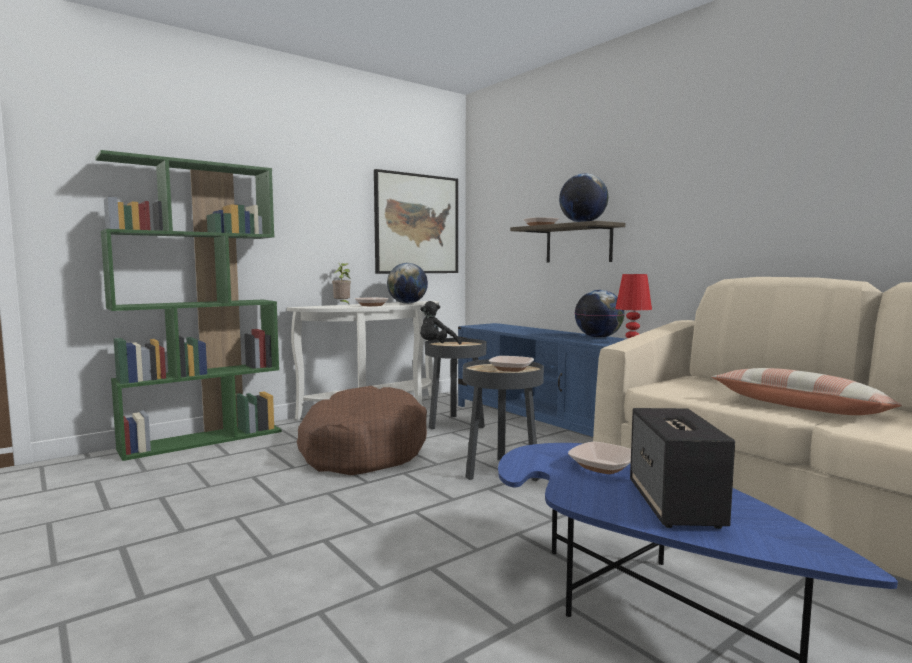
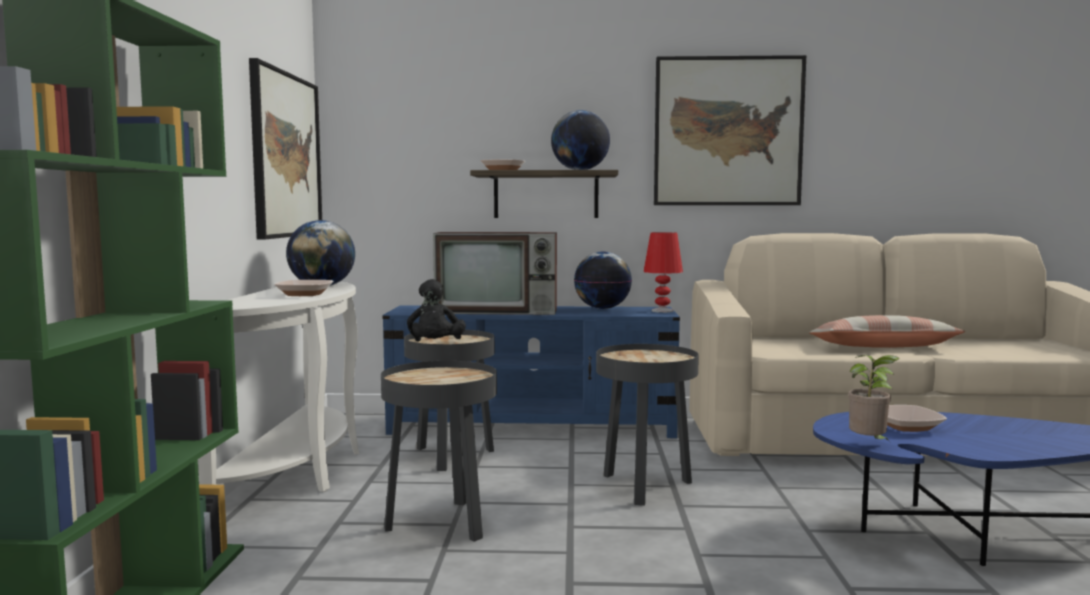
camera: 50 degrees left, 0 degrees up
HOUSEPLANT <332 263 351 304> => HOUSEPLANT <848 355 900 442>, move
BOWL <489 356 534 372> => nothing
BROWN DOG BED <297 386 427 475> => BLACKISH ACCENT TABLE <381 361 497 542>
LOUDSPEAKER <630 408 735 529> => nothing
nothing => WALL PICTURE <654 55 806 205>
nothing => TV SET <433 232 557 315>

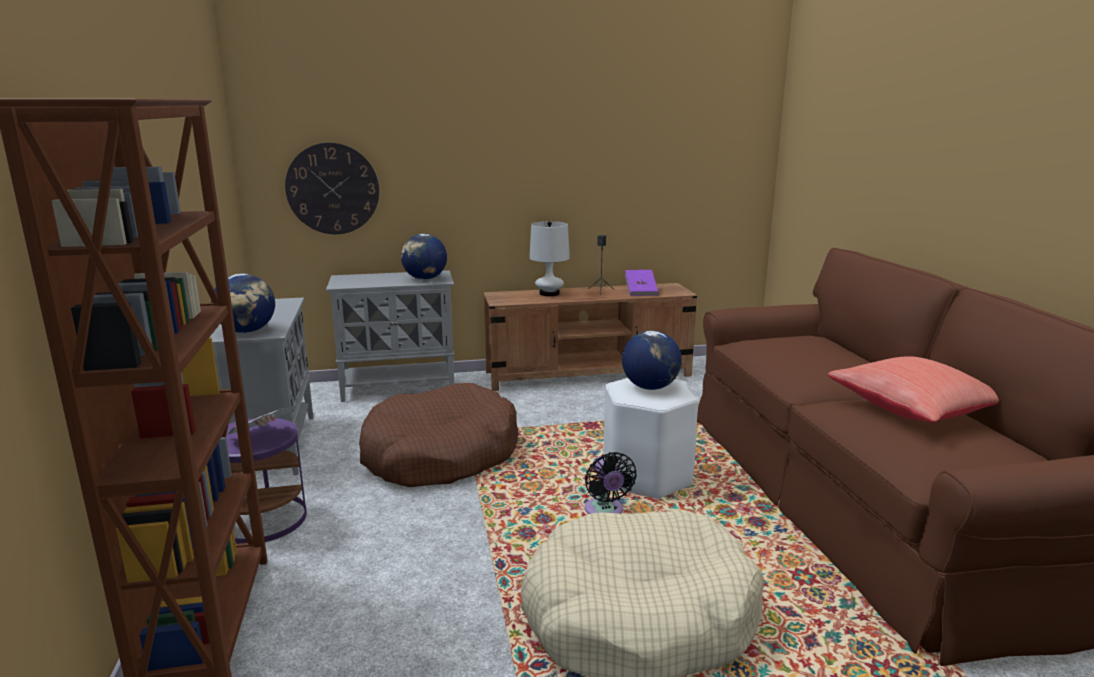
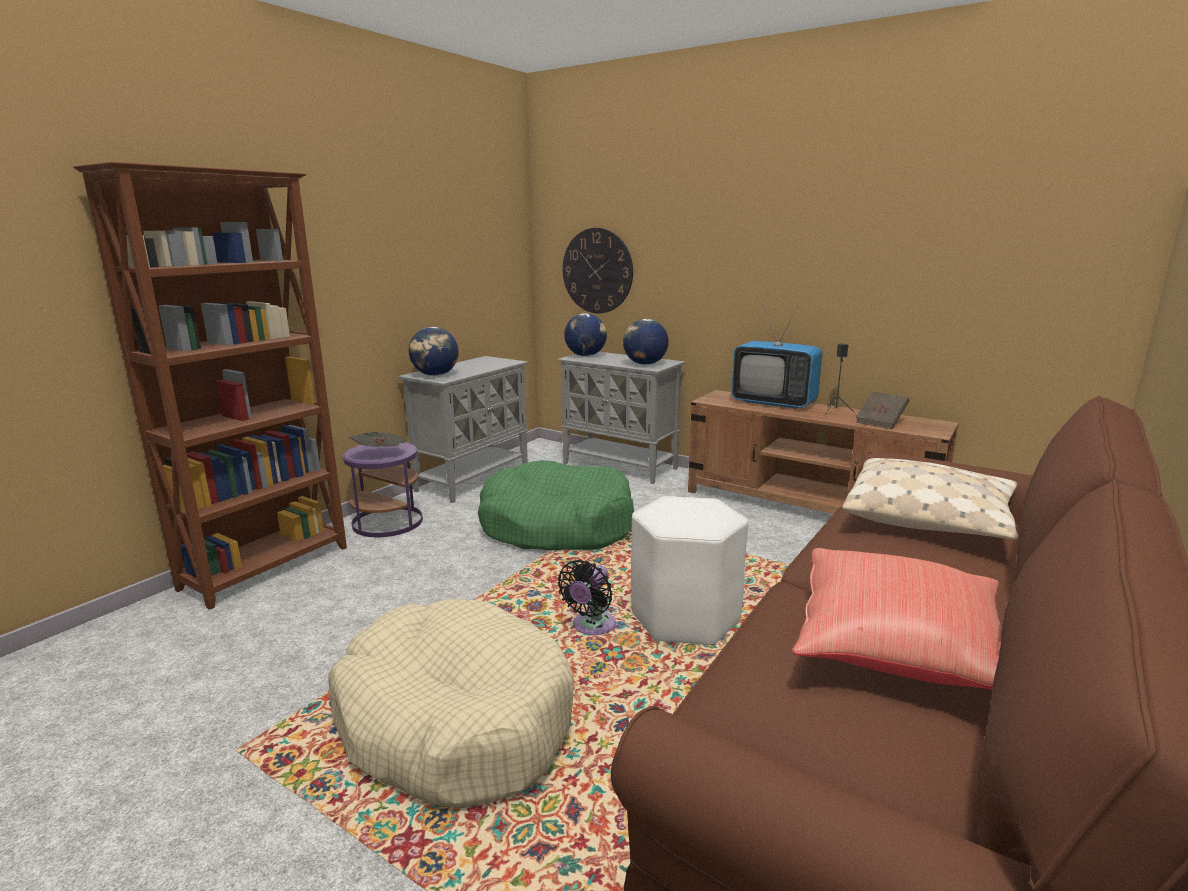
camera: 45 degrees right, 0 degrees up
WHITISH TABLETOP LAMP <529 221 570 296> => TV SET <731 304 822 409>
PURPLE BOOK <625 270 659 296> => BROWN BOOK <856 392 909 429>
DESK GLOBE <622 331 682 390> => DESK GLOBE <564 313 607 356>, move
BROWN DOG BED <359 383 519 487> => GREEN DOG BED <478 460 634 551>
nothing => BEIGE PILLOW <842 458 1018 540>

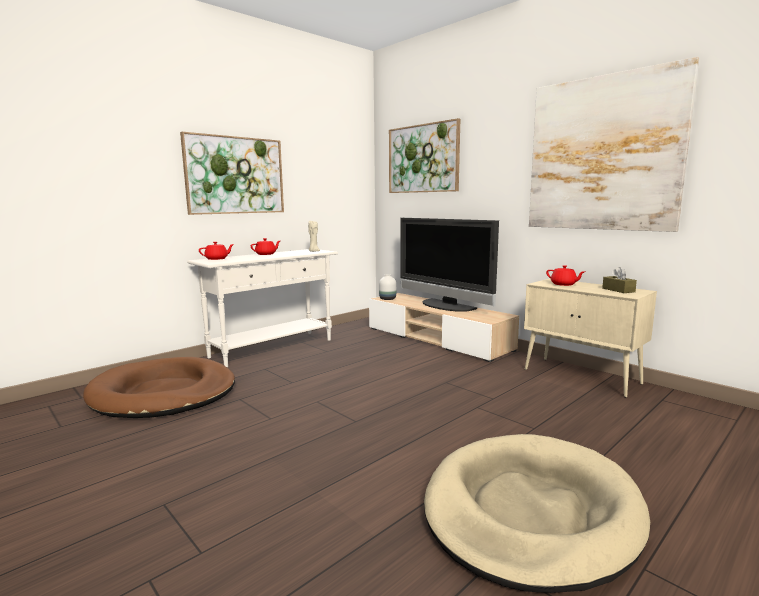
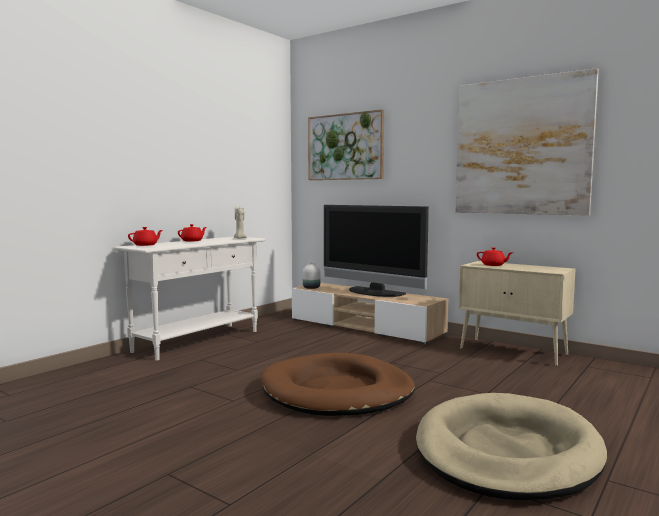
camera: 10 degrees left, 5 degrees down
WALL PICTURE <180 132 284 215> => nothing
BROWN BOX OF TISSUES <602 267 637 293> => nothing
BROWN DOG BED <83 357 235 418> => BROWN DOG BED <261 353 415 416>, move

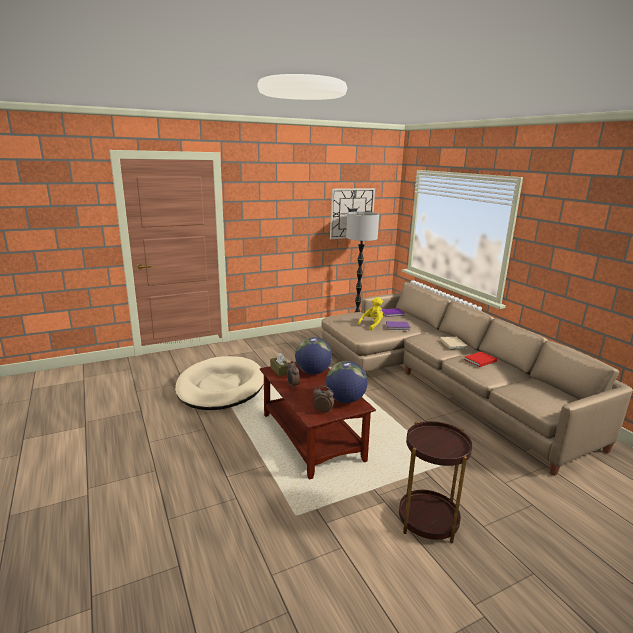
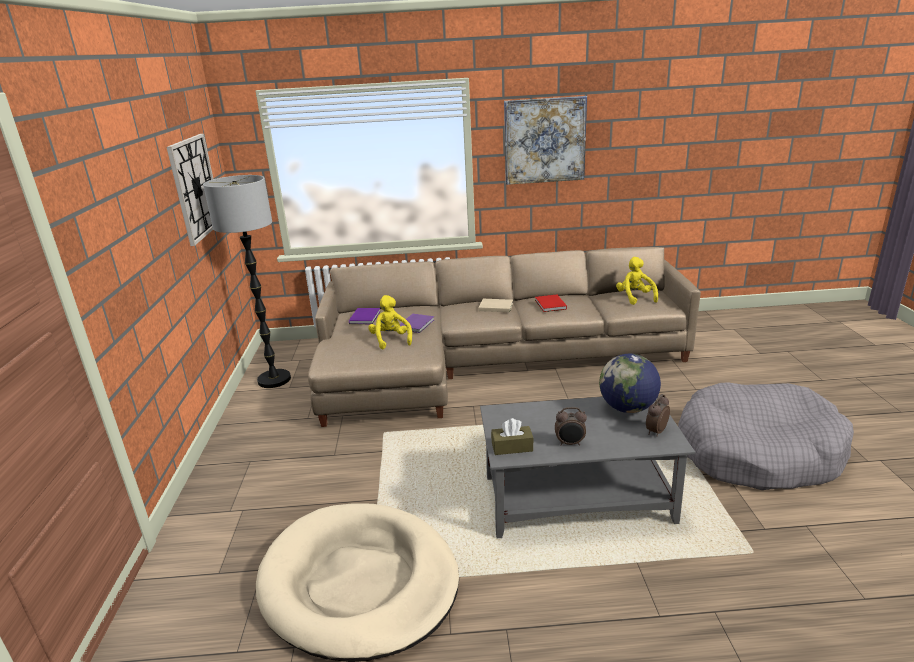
camera: 65 degrees left, 5 degrees up
DESK GLOBE <295 337 332 374> => nothing
BROWN LOUNGE TABLE <260 362 376 480> => GREY LOUNGE TABLE <480 397 695 538>
BROWN ACCENT TABLE <399 421 473 544> => GREY DOG BED <678 382 854 490>
nothing => WALL PICTURE <504 96 587 185>
nothing => YELLOW SOFT TOY <616 257 658 305>

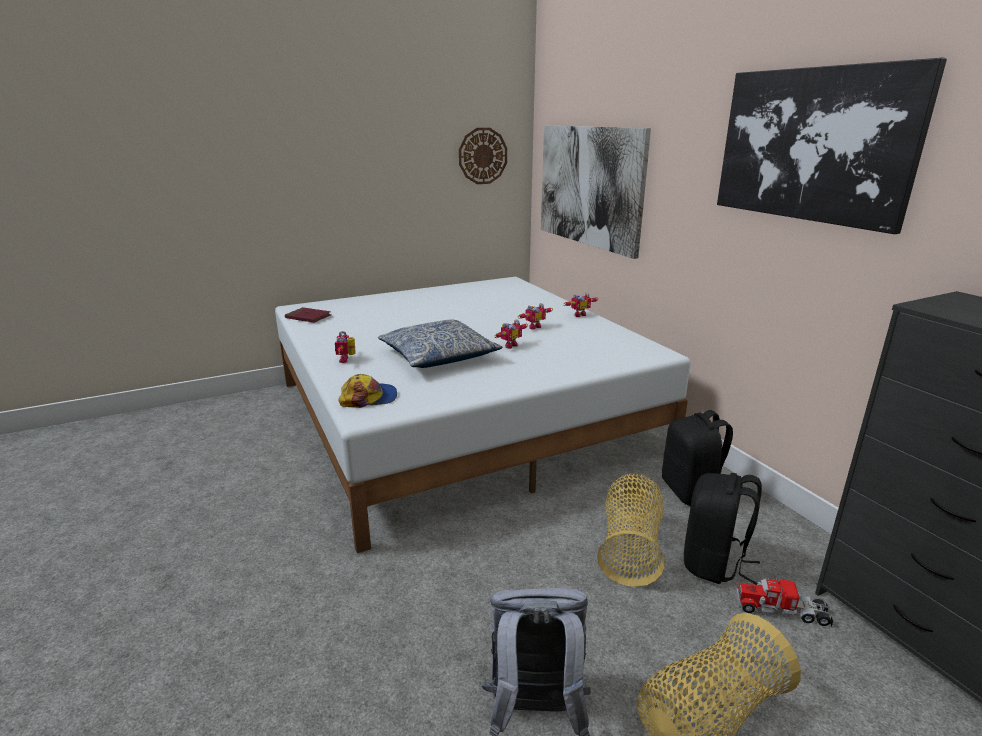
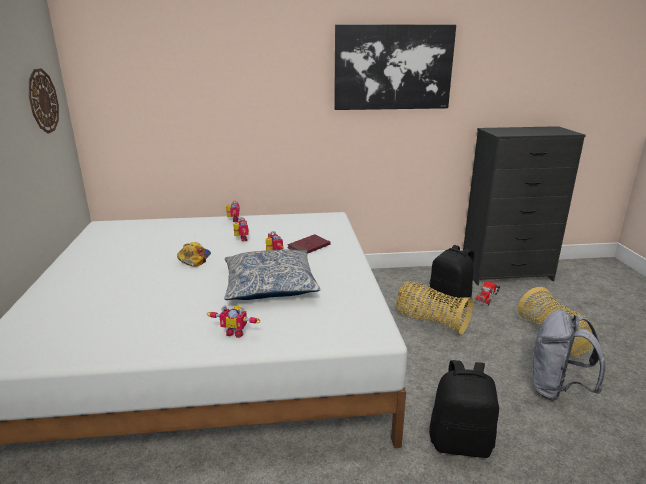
camera: 70 degrees left, 0 degrees up
WALL PICTURE <541 125 651 259> => nothing
RED BOOK <285 307 331 323> => RED BOOK <287 234 331 254>, move
PEAKED CAP <338 374 397 408> => PEAKED CAP <177 242 211 267>, move
BLACKISH BACKPACK <662 410 733 506> => BLACKISH BACKPACK <429 360 499 458>, move

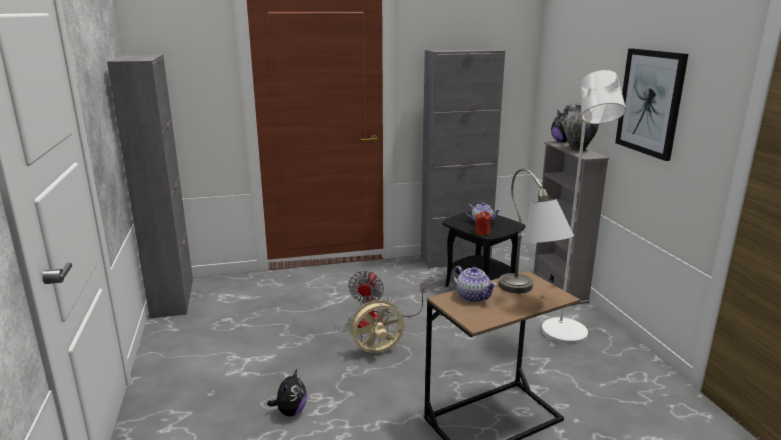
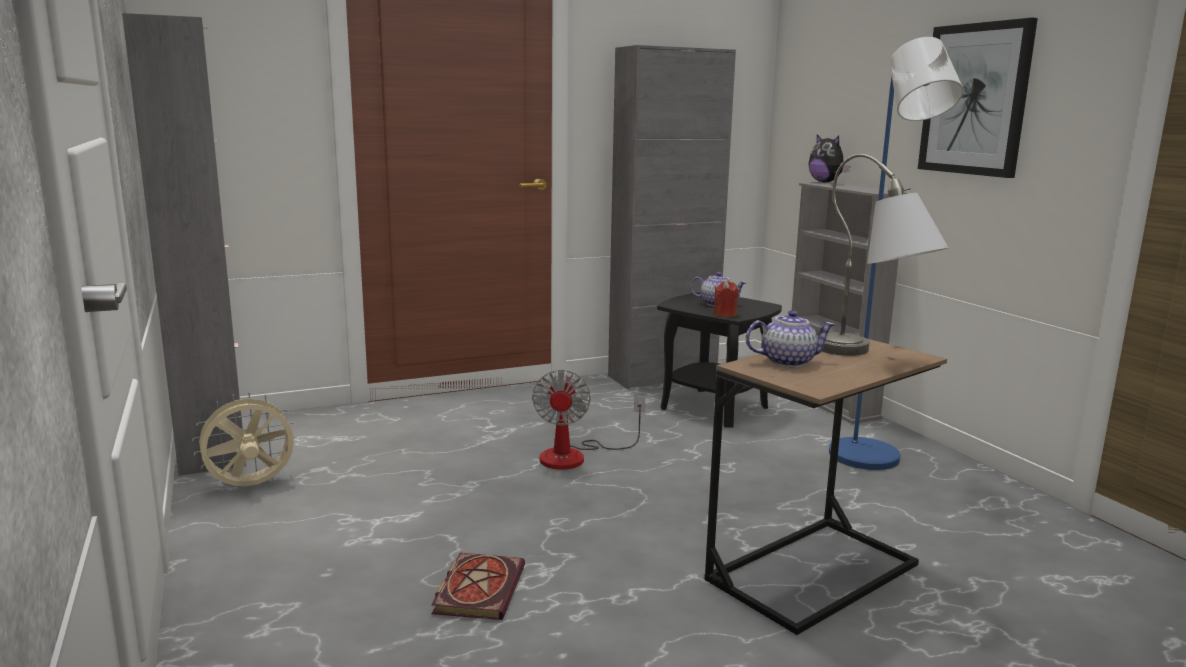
camera: 10 degrees left, 5 degrees down
WHITISH STANDING LAMP <542 70 626 344> => BLUISH STANDING LAMP <829 37 963 470>
VASE <563 103 599 151> => nothing
POT FOR TEA <452 266 497 302> => POT FOR TEA <746 310 835 367>, 45 degrees counterclockwise
BEIGE FAN <346 296 404 353> => BEIGE FAN <192 392 297 486>, move
SOFT TOY <267 369 307 416> => BOOK <431 553 525 620>

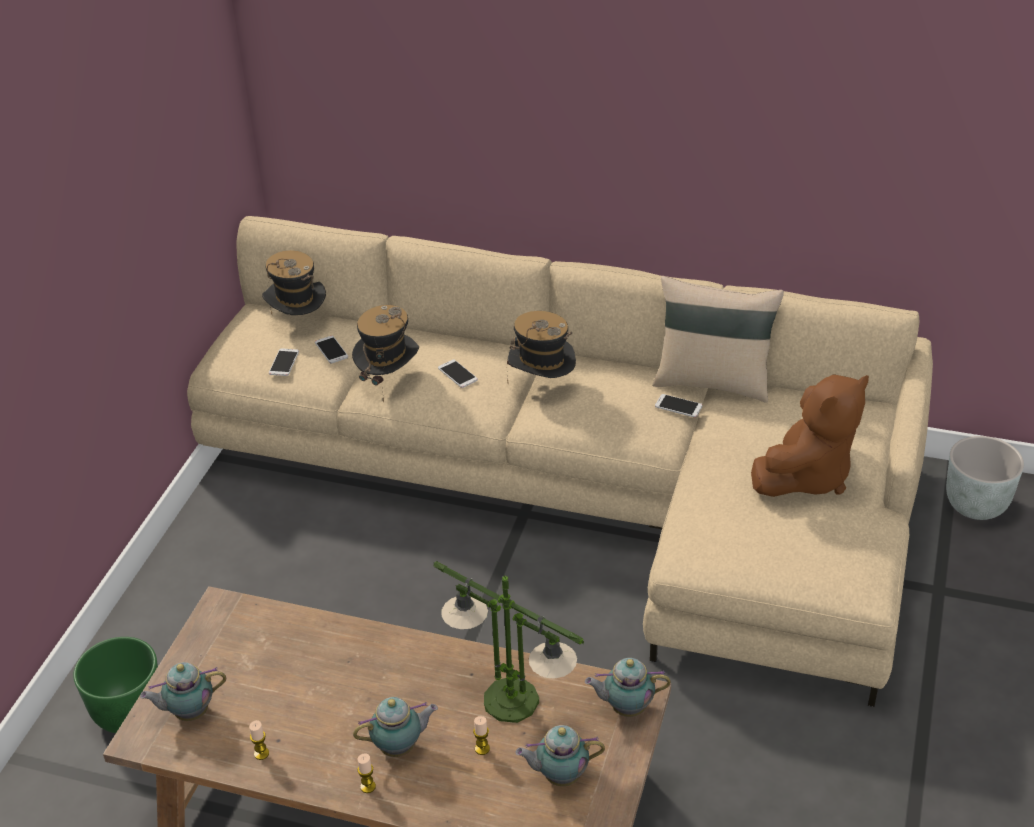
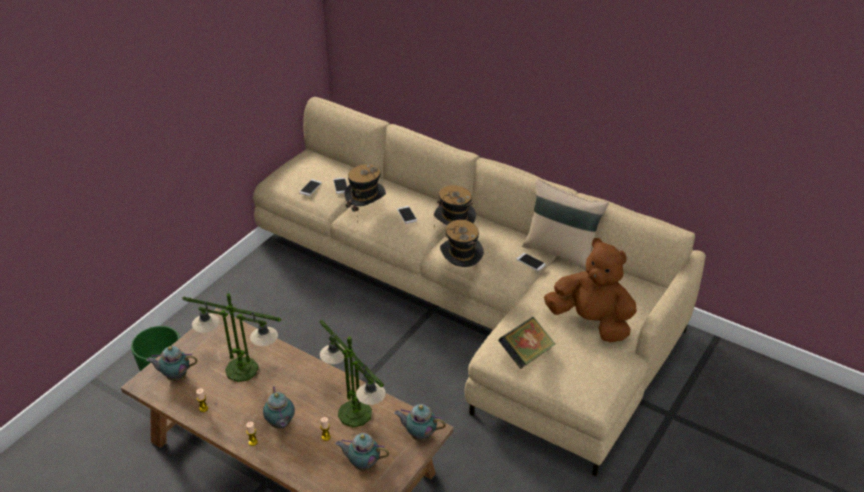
camera: 15 degrees right, 0 degrees up
HAT <262 250 326 315> => HAT <440 220 484 267>, move
BROWN SOFT TOY <751 374 869 497> => BROWN SOFT TOY <544 238 637 343>, 120 degrees counterclockwise
GREY PLANT POT <946 436 1024 520> => nothing
POT FOR TEA <353 697 438 757> => POT FOR TEA <263 387 295 428>, 75 degrees clockwise
nothing => TABLETOP LAMP <183 293 281 382>
nothing => BOOK <498 317 555 369>

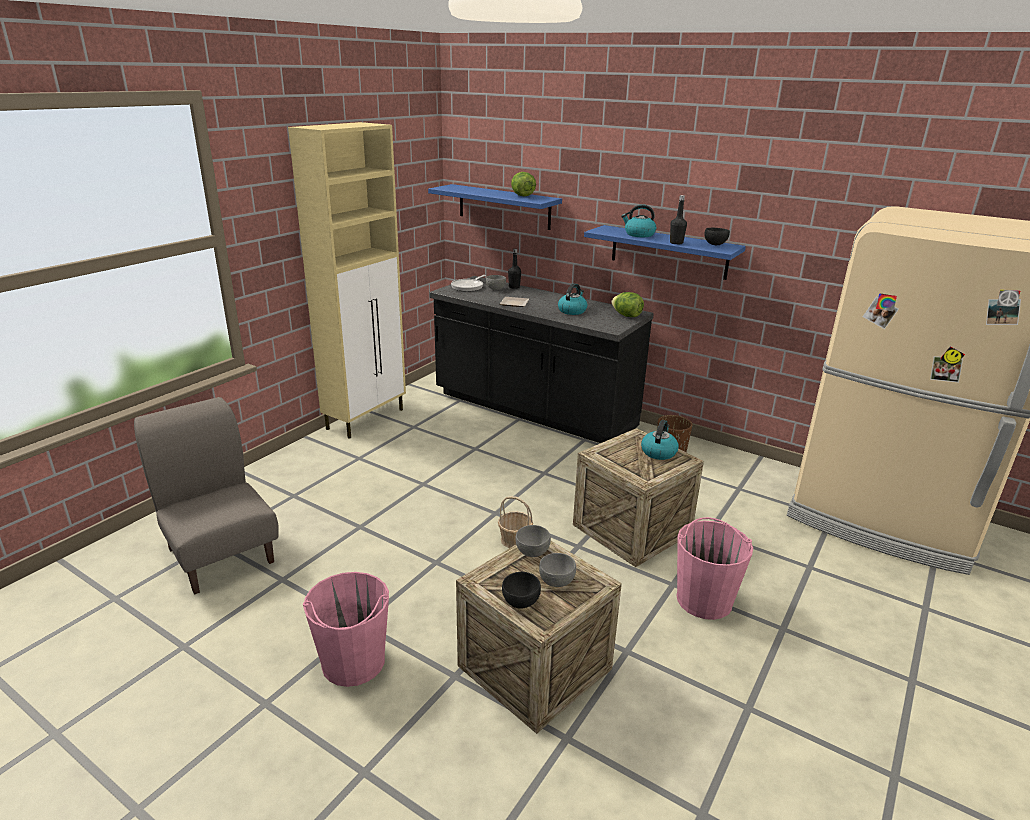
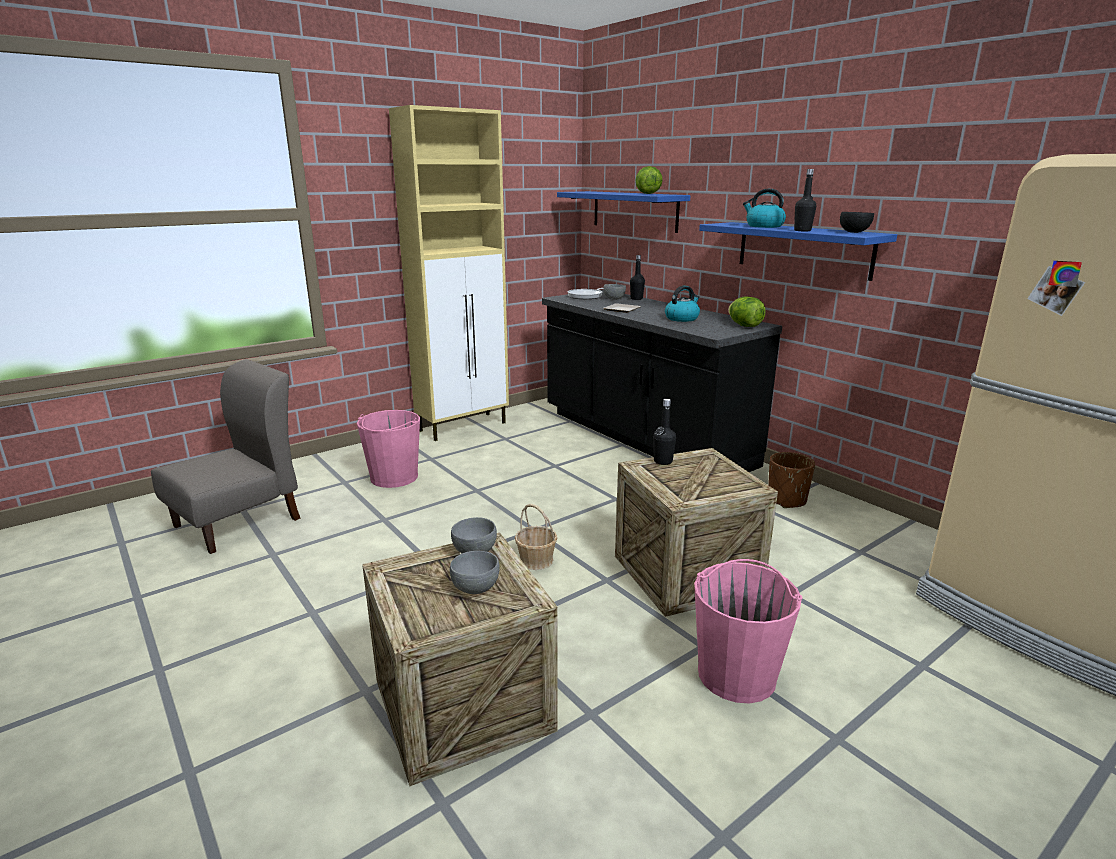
camera: 20 degrees right, 5 degrees down
GREY UPRIGHT CHAIR <134 397 279 595> => GREY UPRIGHT CHAIR <151 359 300 554>, 60 degrees clockwise
TEA KETTLE <641 420 679 460> => nothing
PINK-COLOURED BUCKET <303 572 389 687> => PINK-COLOURED BUCKET <357 410 420 488>, move
BLACKISH BOWL <502 572 541 609> => nothing
nothing => BLACKISH BOTTLE <653 399 676 465>

